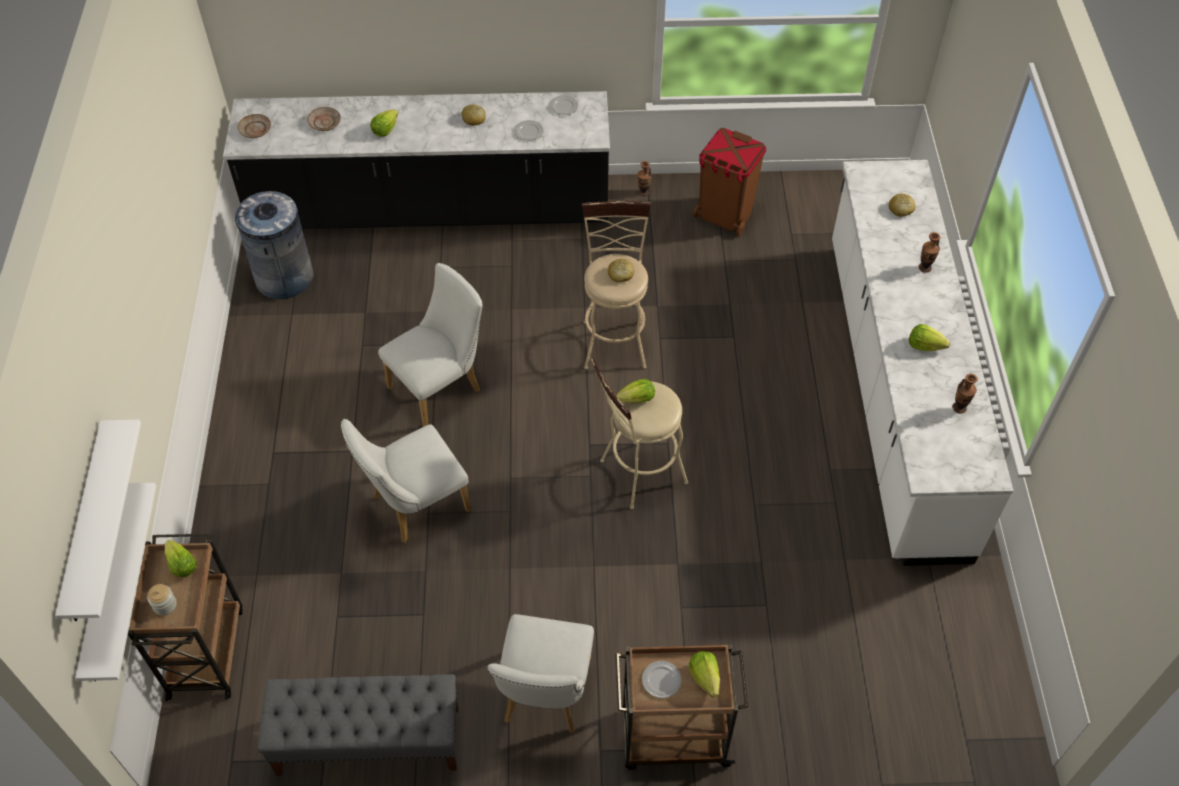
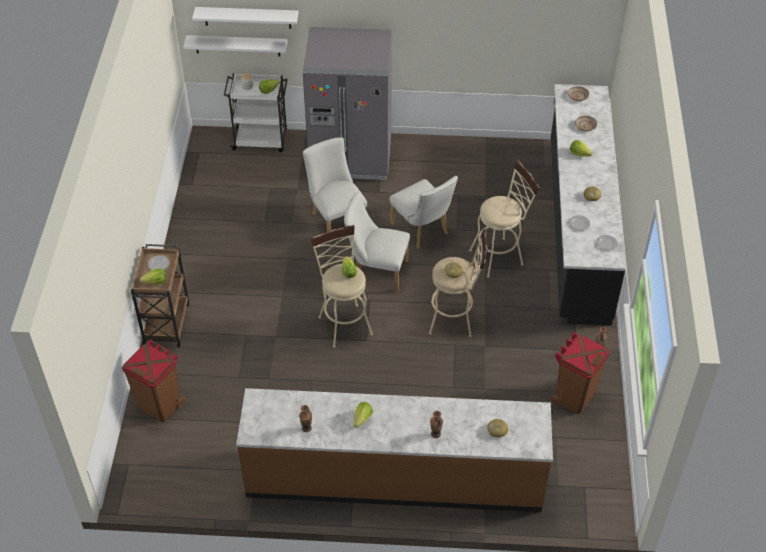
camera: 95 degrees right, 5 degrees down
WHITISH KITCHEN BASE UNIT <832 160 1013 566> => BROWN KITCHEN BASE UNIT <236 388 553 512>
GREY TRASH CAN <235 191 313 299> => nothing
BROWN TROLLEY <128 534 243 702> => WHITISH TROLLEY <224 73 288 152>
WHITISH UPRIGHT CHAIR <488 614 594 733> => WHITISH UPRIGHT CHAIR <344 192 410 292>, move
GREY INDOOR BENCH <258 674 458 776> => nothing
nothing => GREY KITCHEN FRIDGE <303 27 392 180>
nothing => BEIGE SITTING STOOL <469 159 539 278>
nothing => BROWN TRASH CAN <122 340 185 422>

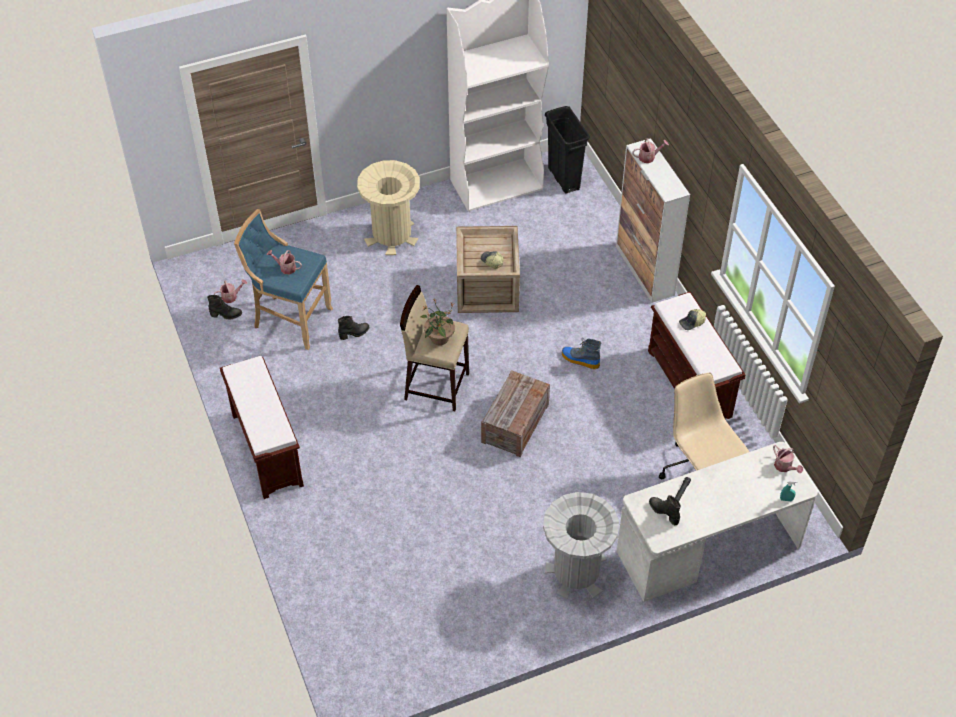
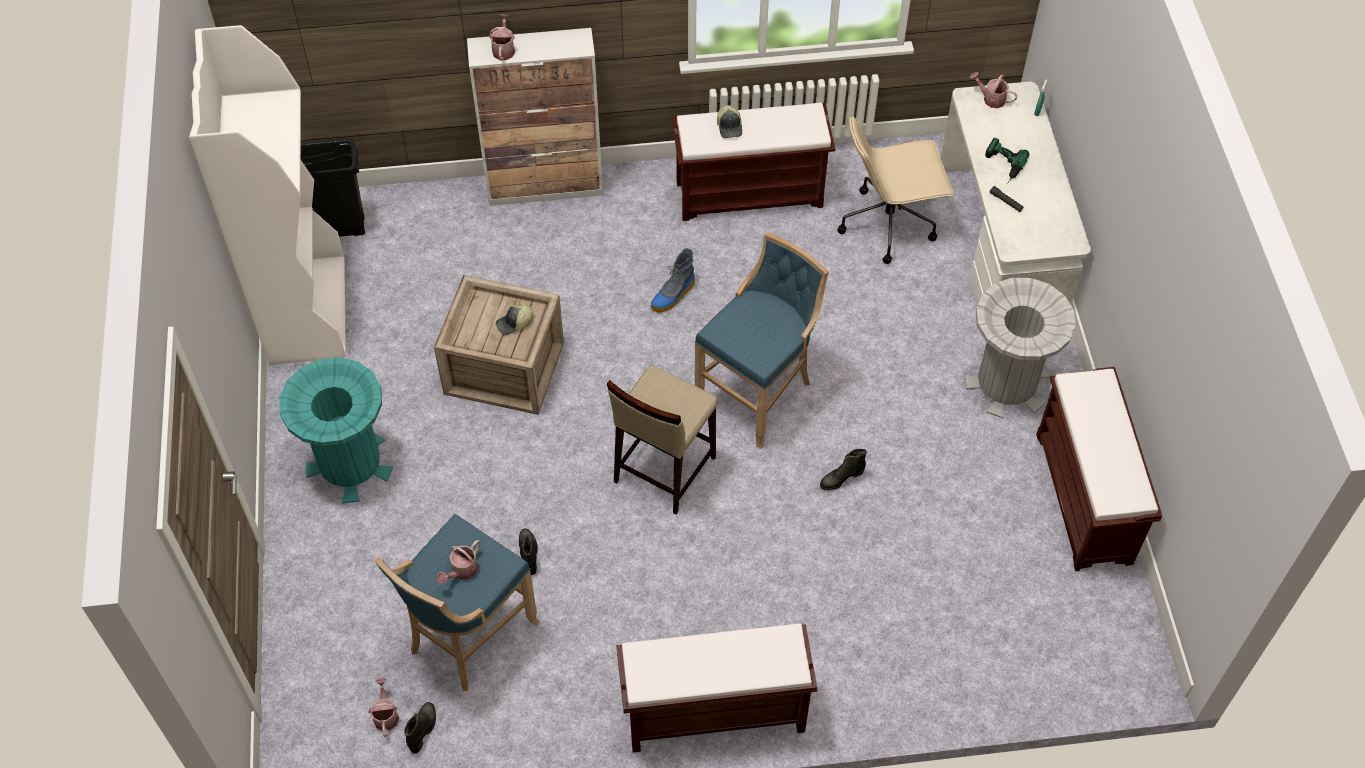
camera: 75 degrees left, 5 degrees up
BEIGE TRASH CAN <357 160 420 255> => BLUE-GREEN TRASH CAN <279 357 393 503>
HOUSEPLANT <421 298 455 345> => nothing
SHIPPING CRATE <481 371 550 457> => BLUISH SITTING STOOL <695 232 829 449>
WATERING CAN <773 445 803 473> => WATERING CAN <970 72 1018 108>, 135 degrees counterclockwise
BLACKISH HIGH-TOP BOOT <649 495 681 525> => BLACKISH HIGH-TOP BOOT <820 449 867 490>, move
nothing => ELECTRIC DRILL <985 138 1029 184>
nothing => BROWN INDOOR BENCH <1036 367 1162 571>

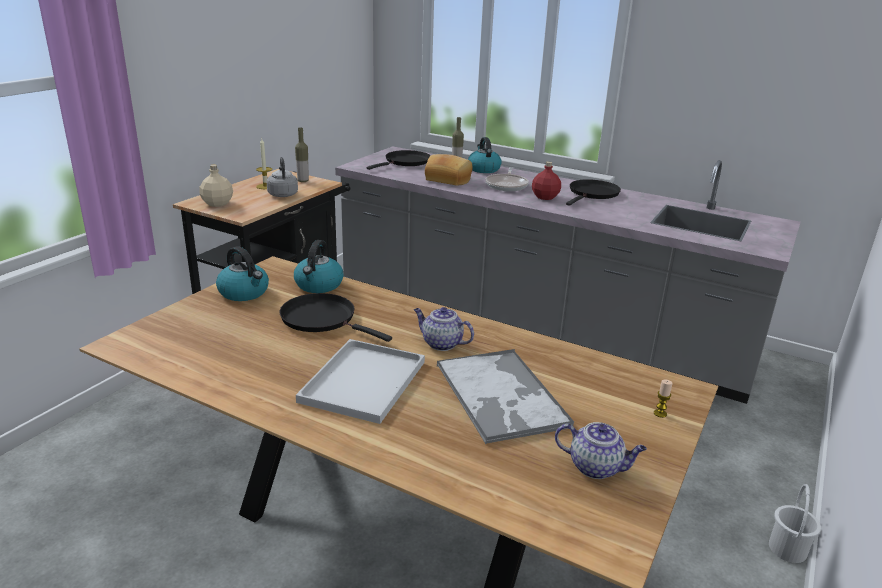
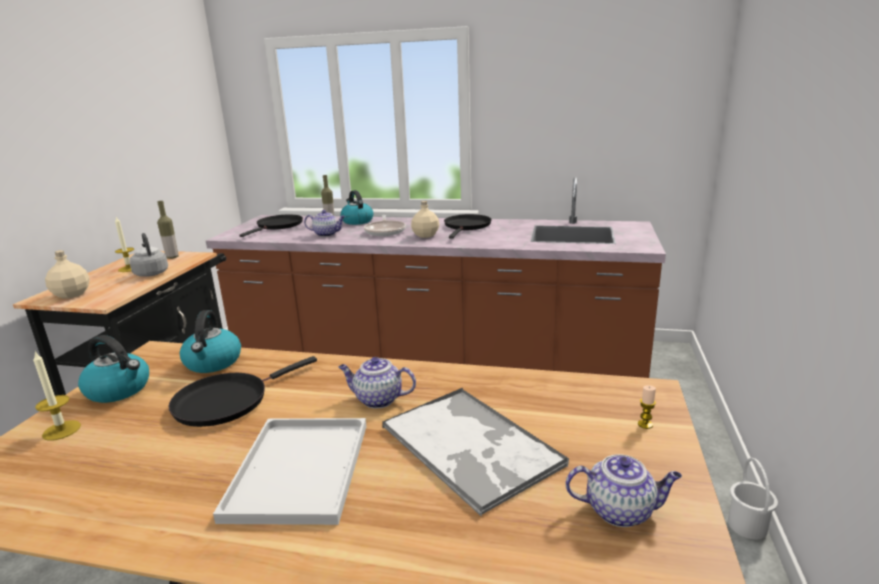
camera: 15 degrees left, 5 degrees down
GREY KITCHEN BASE UNIT <335 146 801 404> => BROWN KITCHEN BASE UNIT <206 177 666 378>
BREAD <425 154 473 186> => POT FOR TEA <304 210 345 237>
RED BOTTLE <532 161 561 200> => BEIGE BOTTLE <411 201 439 238>
BLACKISH SKILLET <280 293 392 342> => BLACKISH SKILLET <168 356 317 427>, 60 degrees counterclockwise
nothing => WAX CANDLE <33 351 81 441>

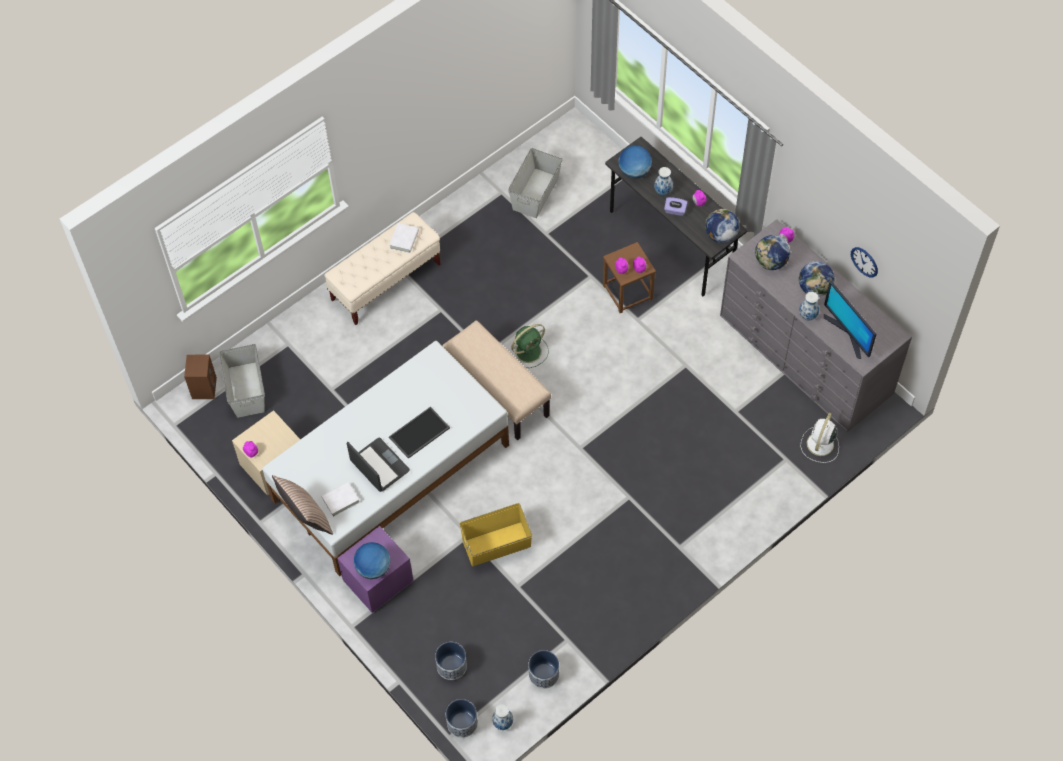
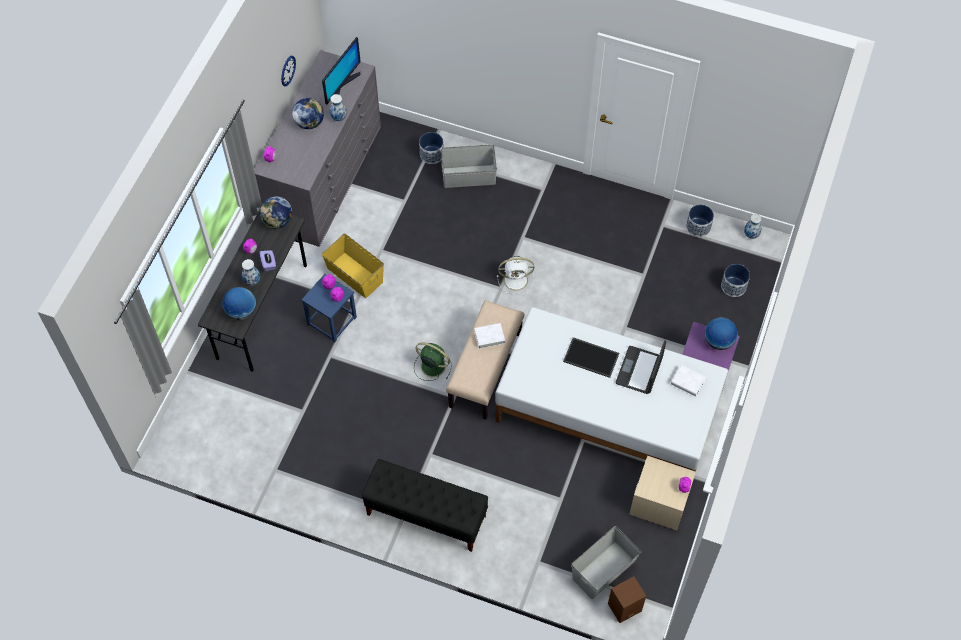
camera: 120 degrees left, 0 degrees up
GREY STORAGE BIN <508 148 563 218> => GREY STORAGE BIN <441 144 497 188>, move
BEIGE INDOOR BENCH <324 212 441 325> => BLACKISH INDOOR BENCH <362 459 488 552>
WHITISH BOOK <389 223 419 253> => WHITISH BOOK <474 323 505 349>, move
DESK GLOBE <755 235 790 270> => nothing
BROWN SITTING STOOL <603 242 656 313> => BLUISH SITTING STOOL <301 274 357 342>
WHITISH FAN <801 413 839 463> => WHITISH FAN <497 256 534 295>, move
PILLOW <272 475 333 535> => nothing
YELLOW STORAGE BIN <459 503 532 566> => YELLOW STORAGE BIN <322 234 384 298>, move
PLANT POT <446 699 478 738> => PLANT POT <419 132 444 164>, move

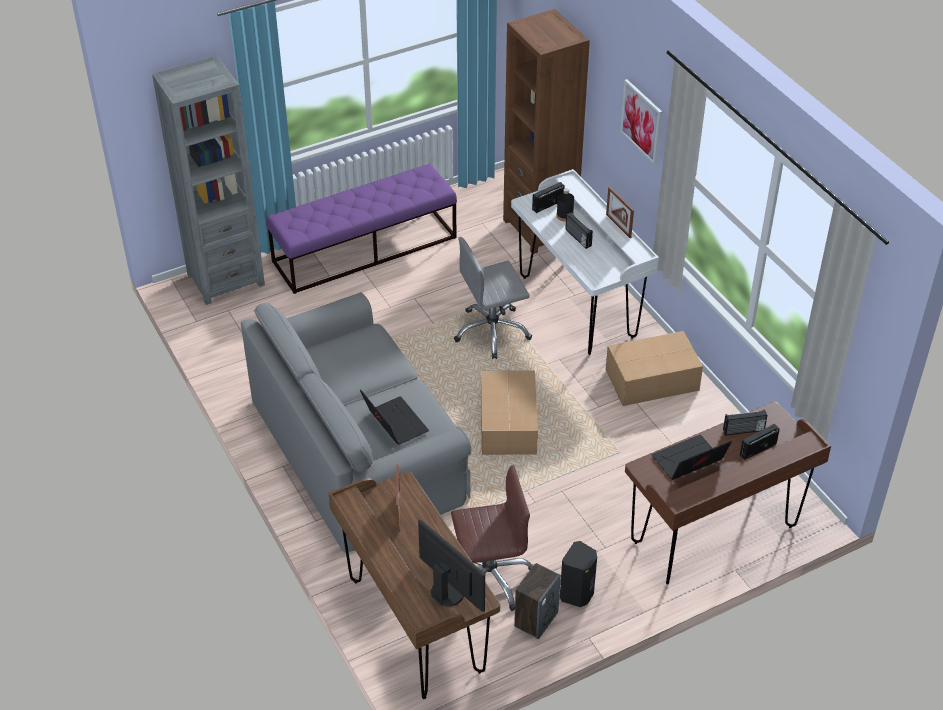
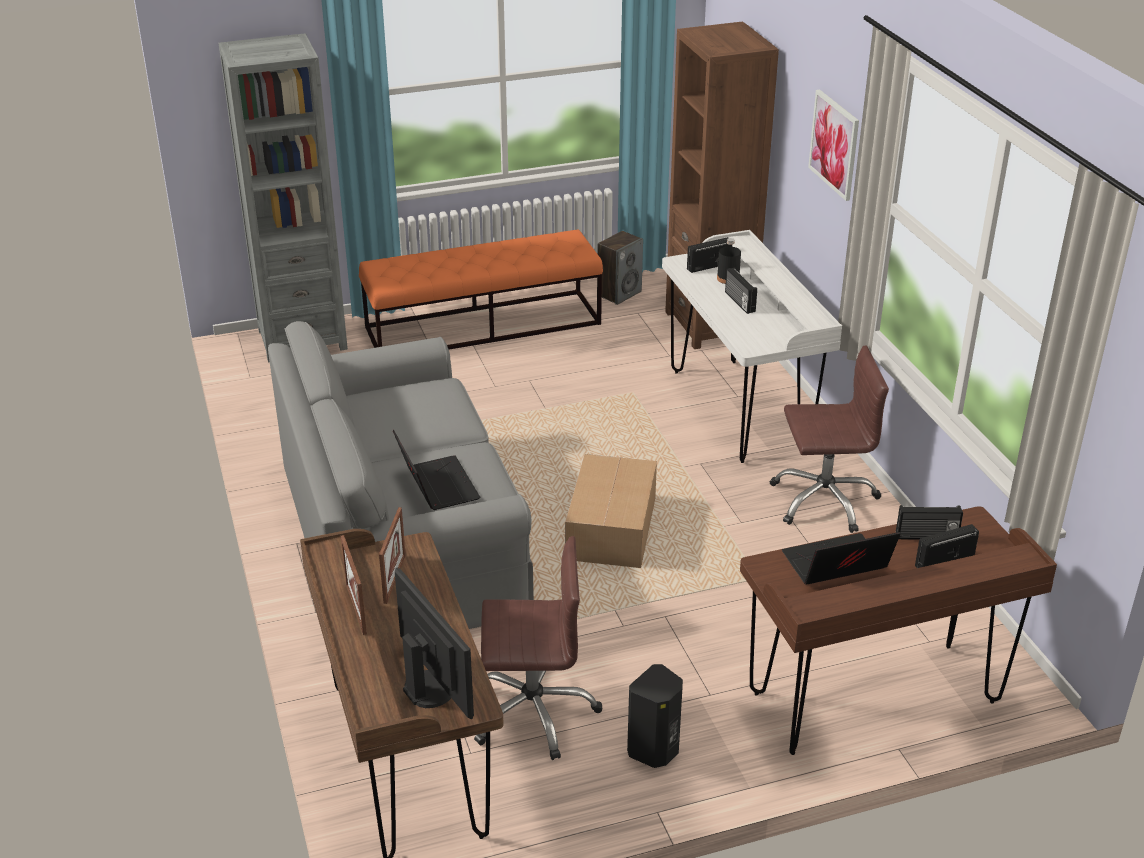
camera: 10 degrees right, 10 degrees down
PURPLE INDOOR BENCH <266 164 457 294> => ORANGEY INDOOR BENCH <359 230 603 350>
STANDING FRAME <606 187 634 238> => STANDING FRAME <341 535 367 635>, move
GREY DESK CHAIR <454 237 532 359> => nothing
CARTON <606 331 703 406> => BROWN DESK CHAIR <770 346 889 533>
LOUDSPEAKER <514 563 561 639> => LOUDSPEAKER <597 231 643 305>, move

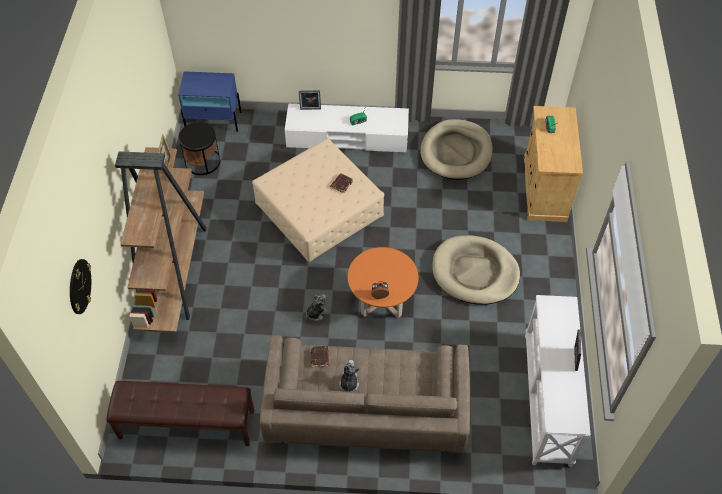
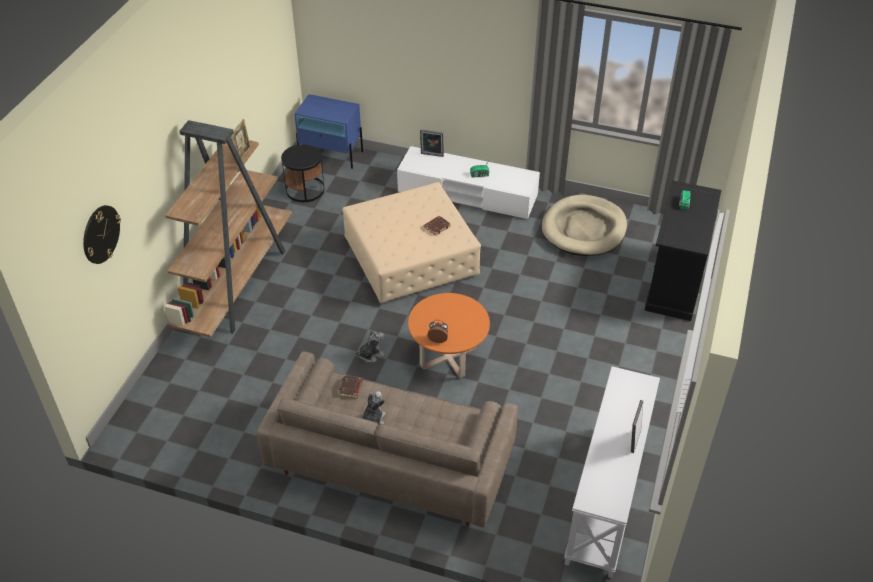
camera: 15 degrees right, 10 degrees down
BEIGE CABINET <524 106 583 222> => BLACKISH CABINET <645 181 722 321>
BEIGE DOG BED <432 235 520 305> => nothing
BROWN INDOOR BENCH <106 381 254 446> => nothing

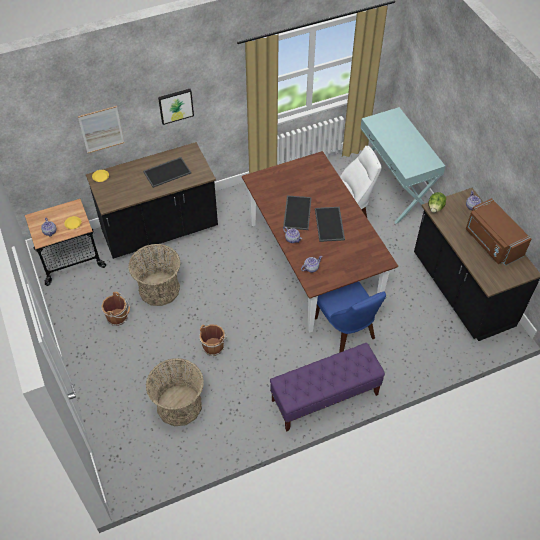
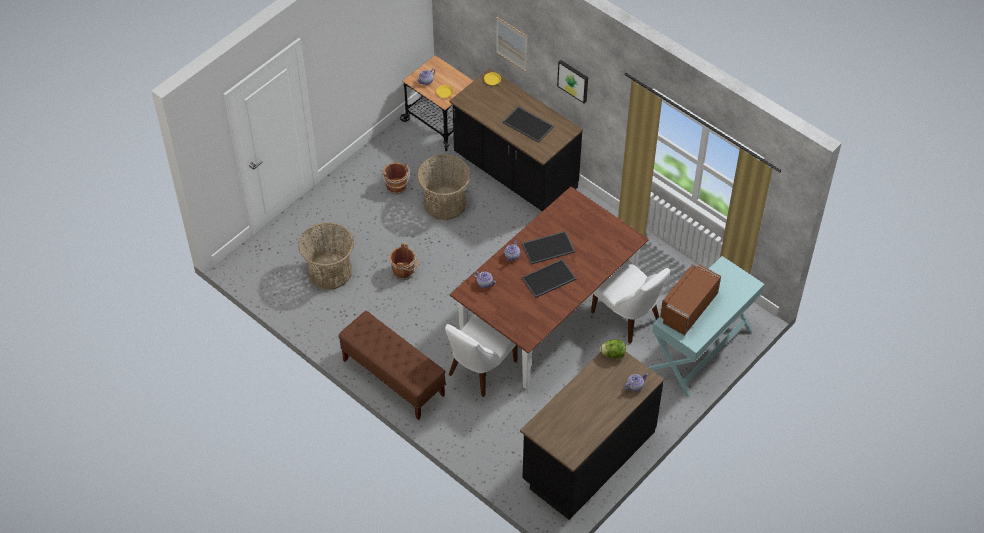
camera: 65 degrees right, 0 degrees up
BROWN KITCHEN MICROWAVE <466 198 531 266> => BROWN KITCHEN MICROWAVE <660 264 721 336>, move
BLUISH UPRIGHT CHAIR <315 281 386 353> => WHITISH UPRIGHT CHAIR <445 315 517 397>
PURPLE INDOOR BENCH <270 343 385 431> => BROWN INDOOR BENCH <338 311 446 420>

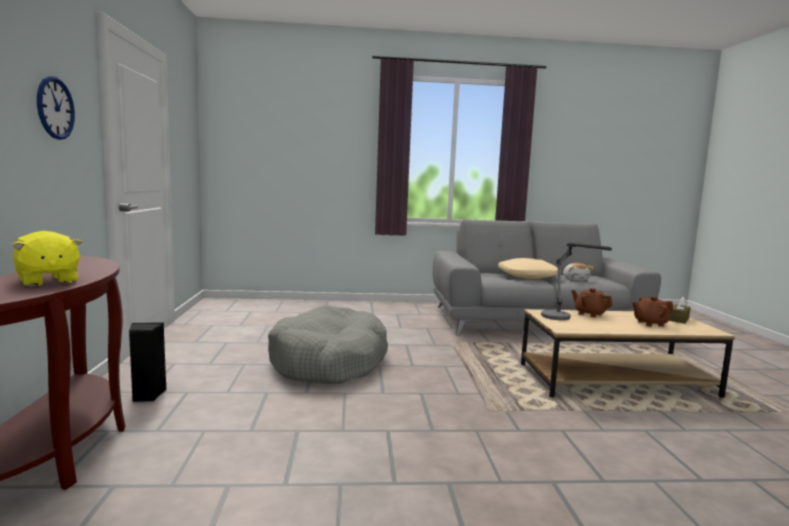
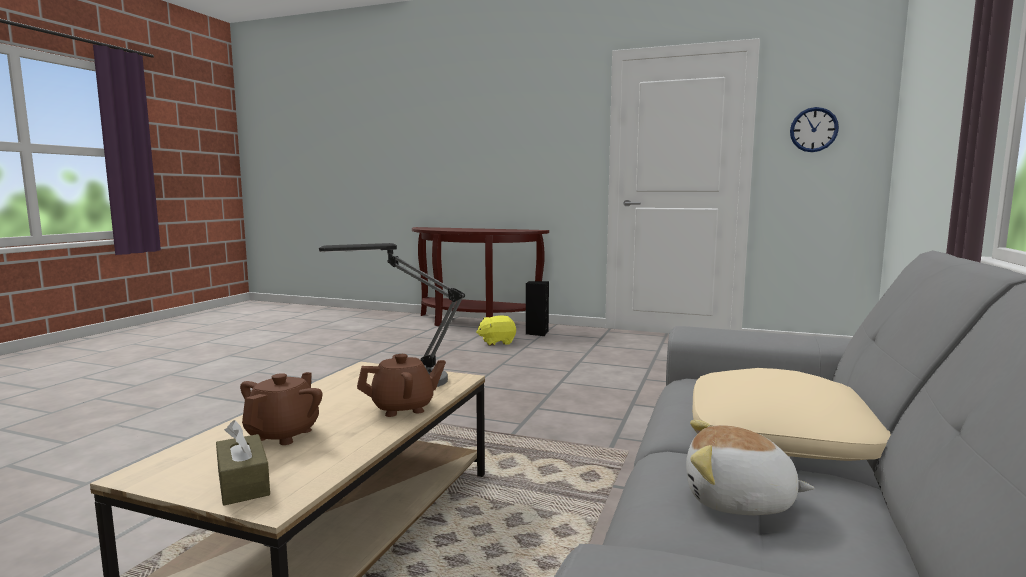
camera: 115 degrees right, 0 degrees up
WALL CLOCK <37 76 75 140> => WALL CLOCK <790 107 839 152>, move
YELLOW SOFT TOY <12 231 83 287> => YELLOW SOFT TOY <476 315 516 346>, move
GREY DOG BED <268 305 388 384> => nothing

